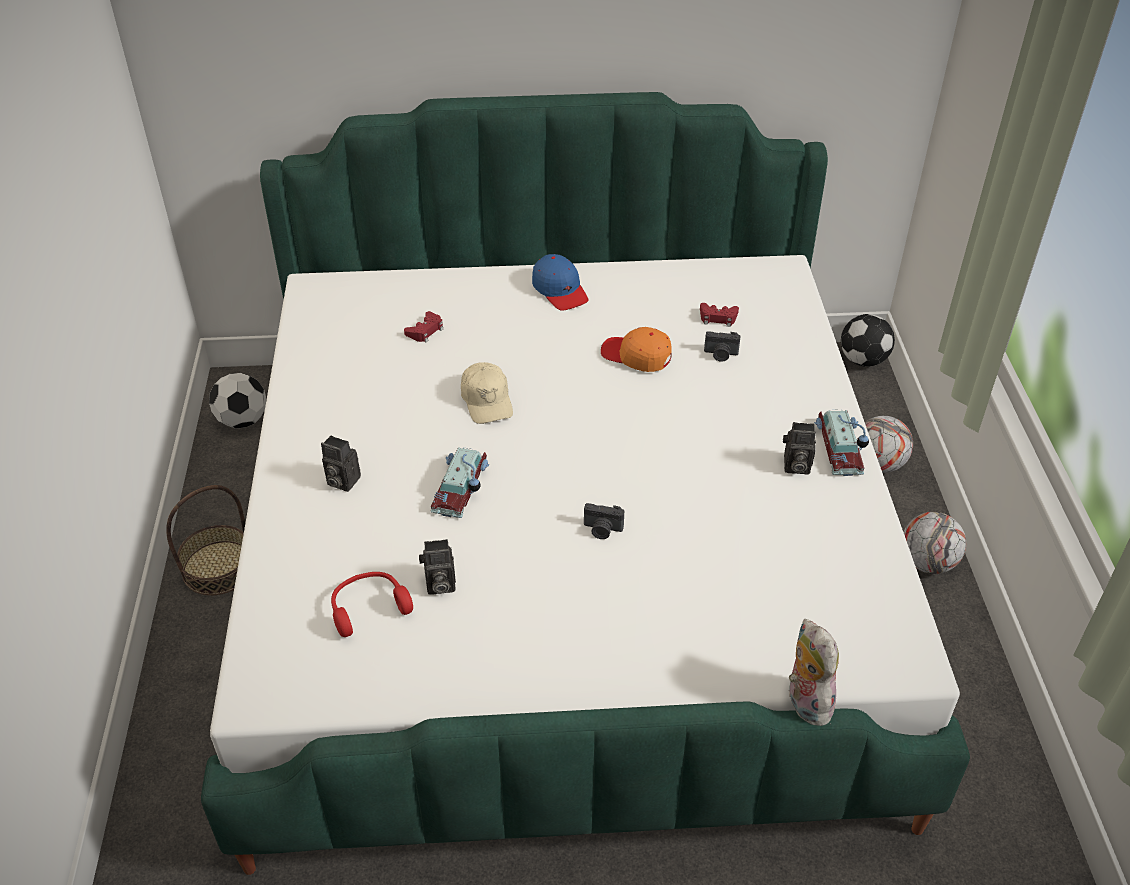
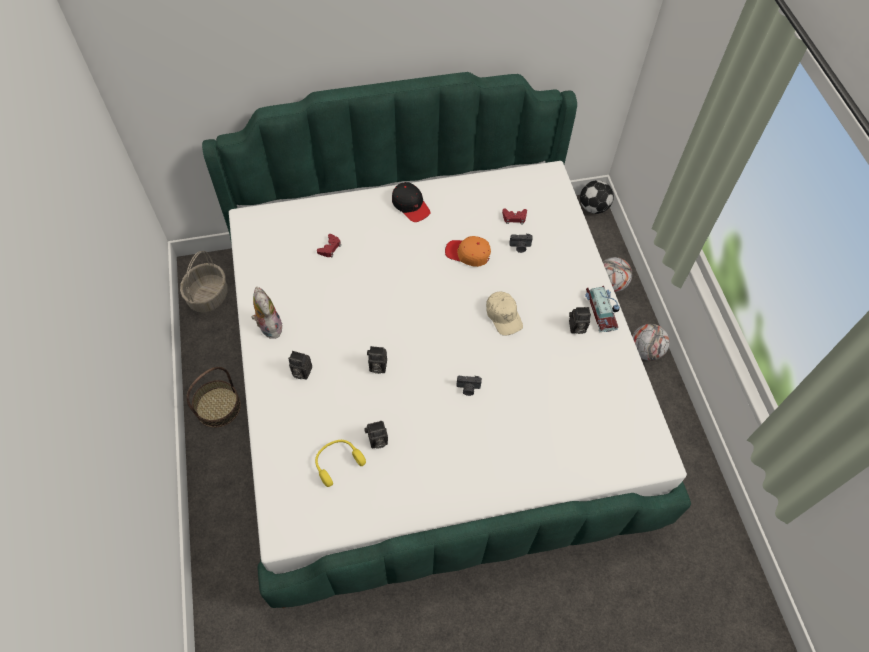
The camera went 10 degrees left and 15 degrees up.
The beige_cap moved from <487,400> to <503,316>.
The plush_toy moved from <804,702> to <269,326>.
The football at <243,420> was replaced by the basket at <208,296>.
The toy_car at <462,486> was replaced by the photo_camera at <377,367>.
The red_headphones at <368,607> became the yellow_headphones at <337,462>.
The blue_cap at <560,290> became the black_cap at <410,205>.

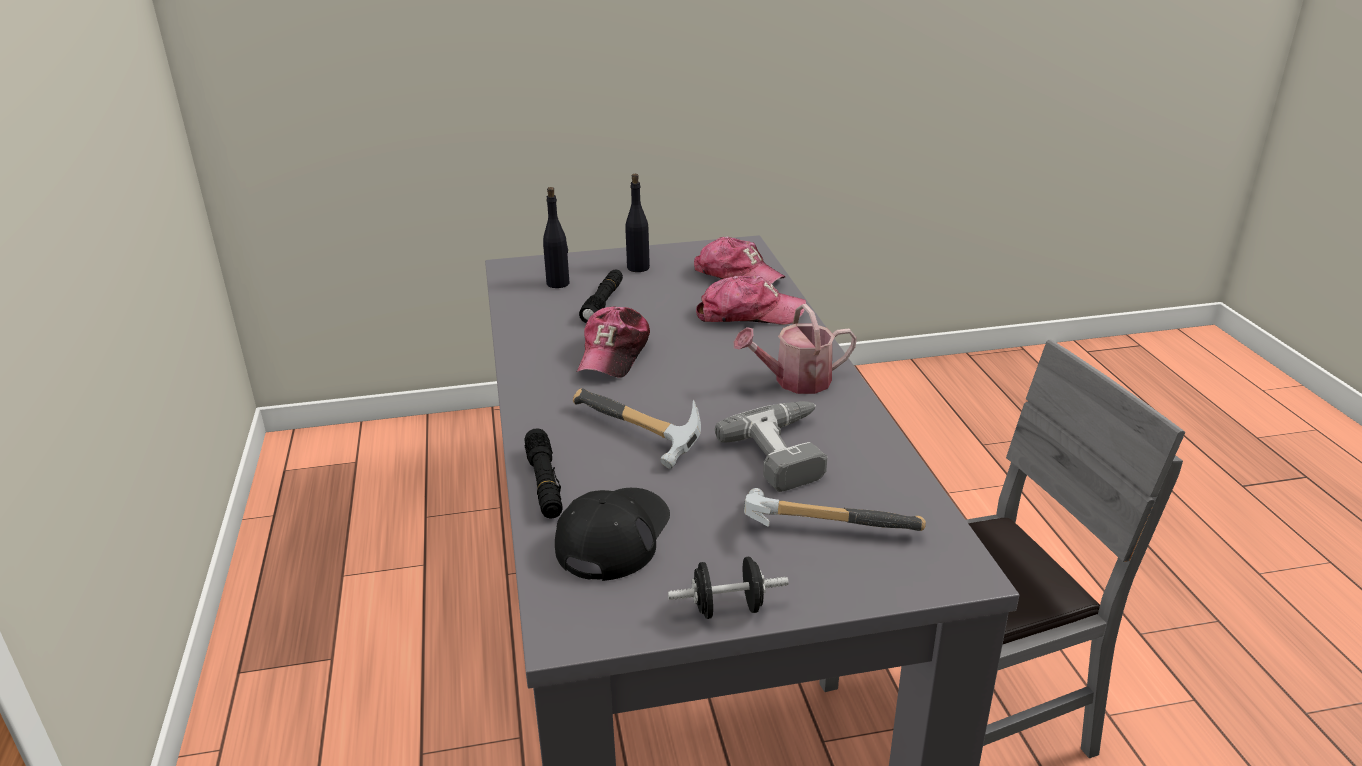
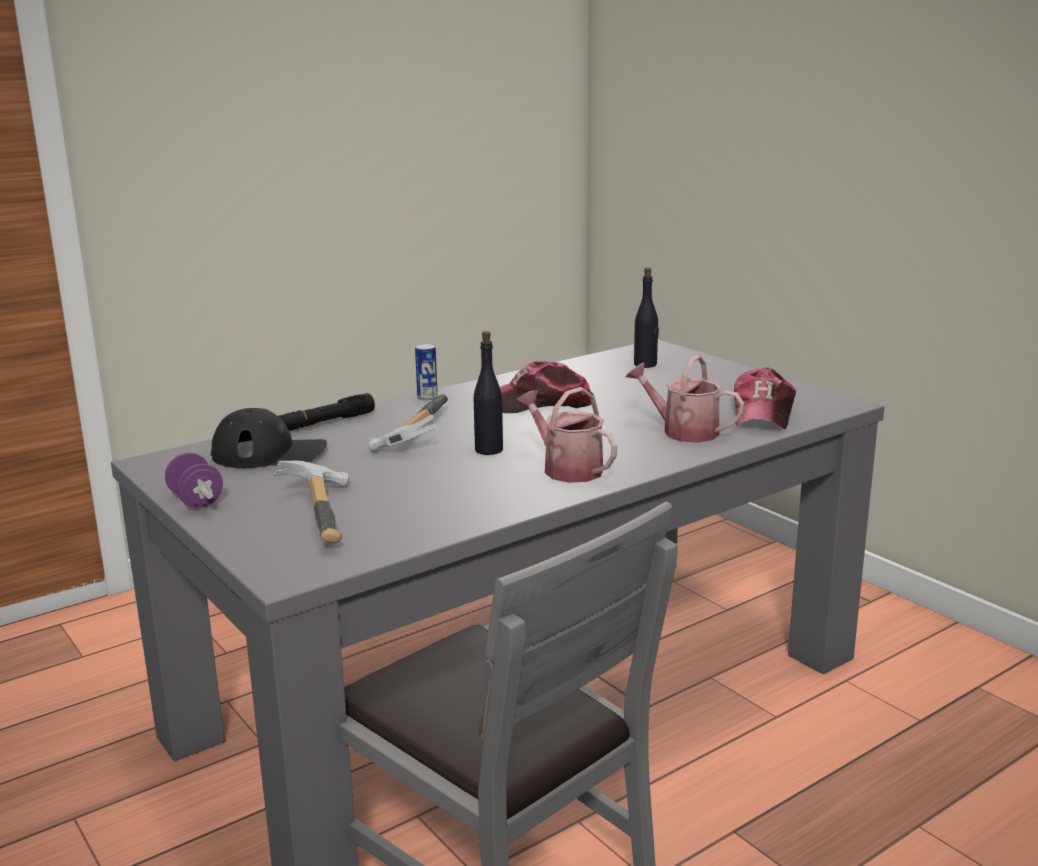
The camera went 65 degrees right and 10 degrees down.
The black_flashlight at <603,303> disappeared.
The power_drill at <788,452> disappeared.
The can at <427,397> appeared.
The black_bottle moved from <638,268> to <489,450>.
The cap at <749,314> was replaced by the watering_can at <683,431>.
The black_dumbbell at <728,608> became the purple_dumbbell at <196,500>.

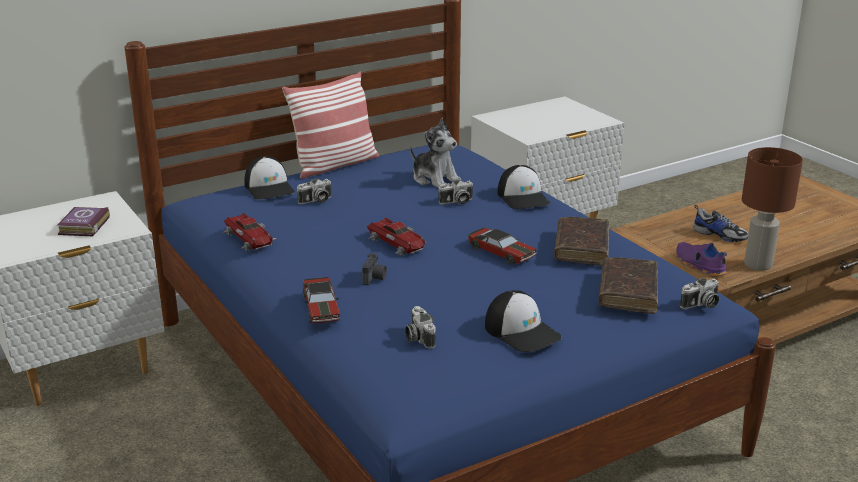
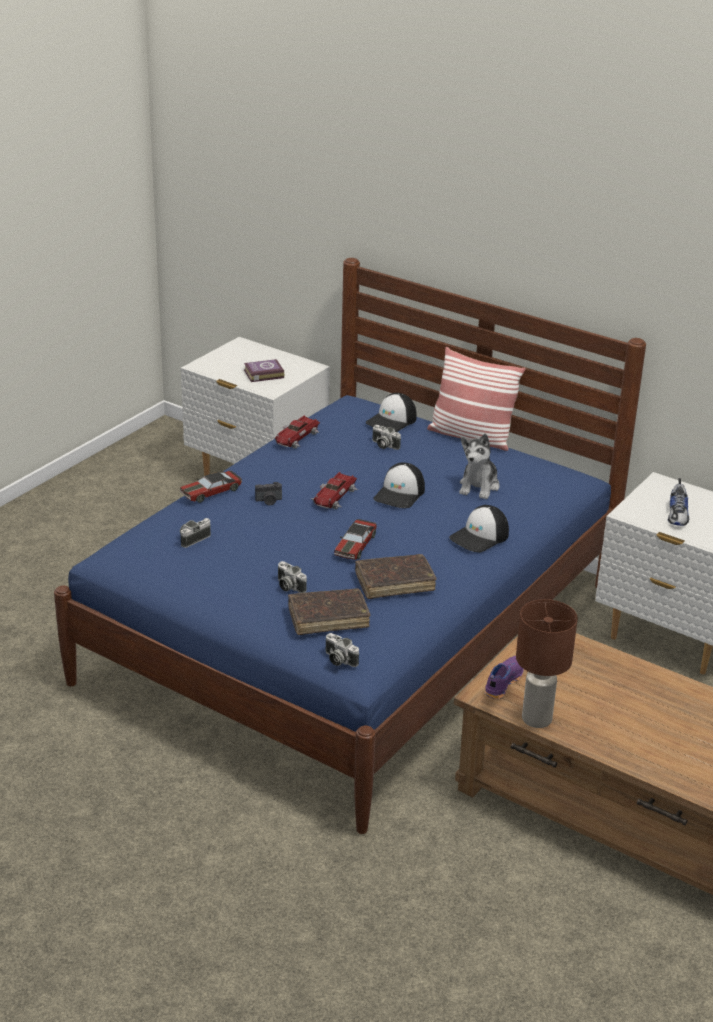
The camera went 65 degrees right and 5 degrees up.
The photo_camera moved from <456,202> to <288,586>.
The cap moved from <522,331> to <400,494>.
The shoe moved from <720,235> to <678,515>.

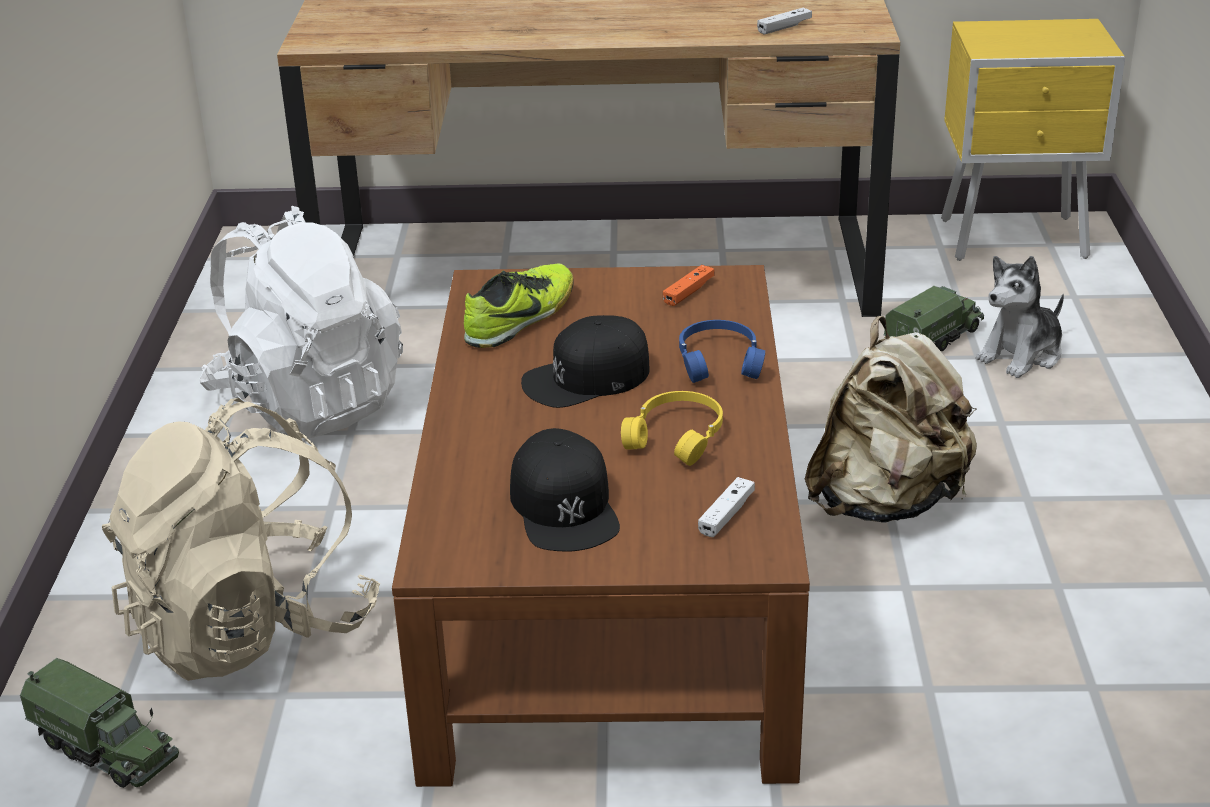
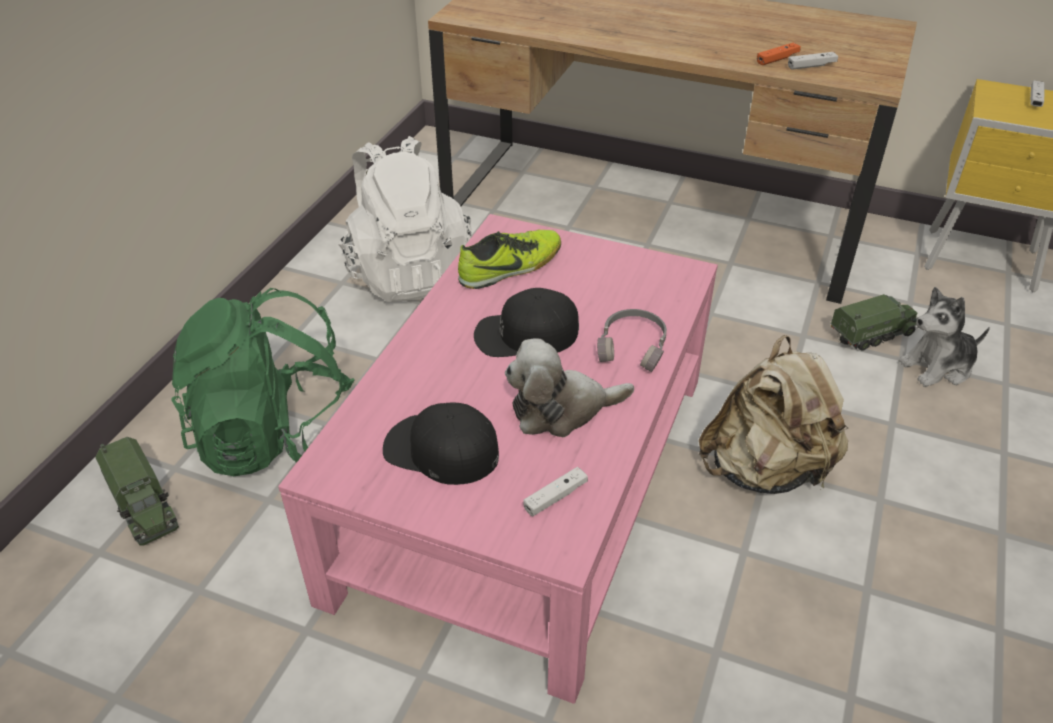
The camera went 20 degrees right and 10 degrees up.
The white_game_controller at <1035,99> appeared.
The orange_game_controller moved from <688,292> to <777,59>.
The yellow_headphones at <678,437> was replaced by the plush_toy at <561,409>.
The beige_backpack at <251,627> became the green_backpack at <278,439>.
The brown_coffee_table at <611,589> became the pink_coffee_table at <526,484>.
The blue_headphones at <720,361> became the grey_headphones at <633,346>.
The black_cap at <565,506> turned 105 degrees clockwise.

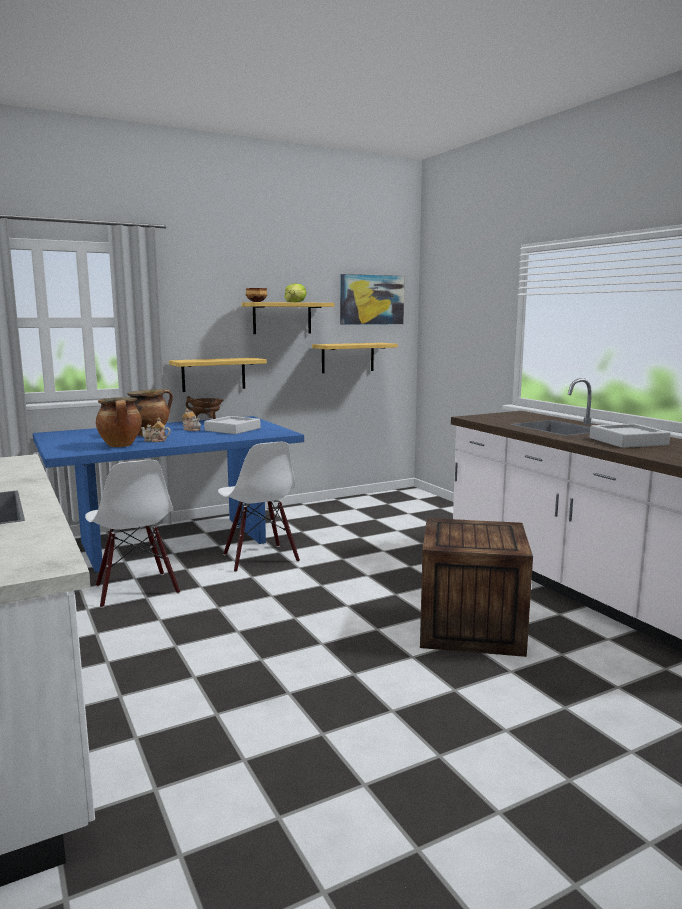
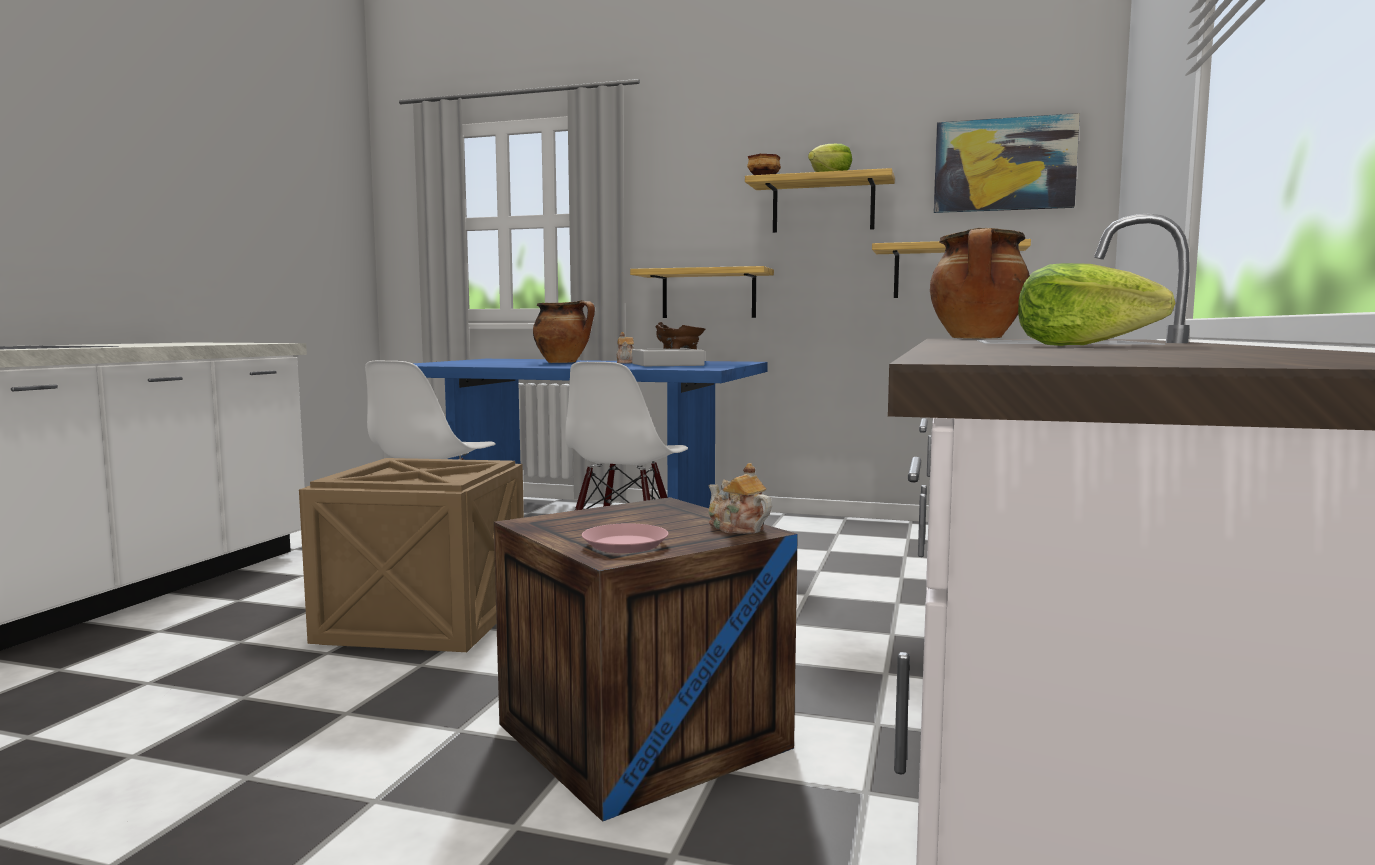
The camera went 45 degrees right and 5 degrees down.
The crate at <427,620> appeared.
The pink_plate at <625,545> appeared.
The cooking_pot moved from <121,445> to <977,338>.
The teapot moved from <155,440> to <736,528>.
The grey_tray at <628,441> was replaced by the lettuce at <1082,345>.

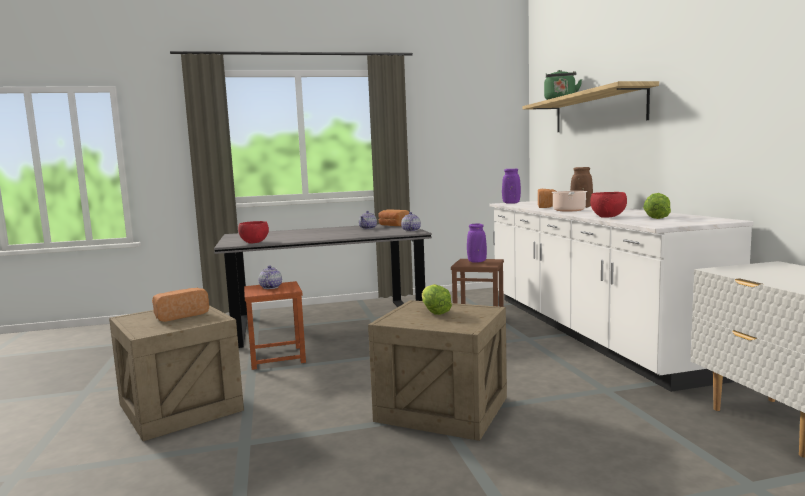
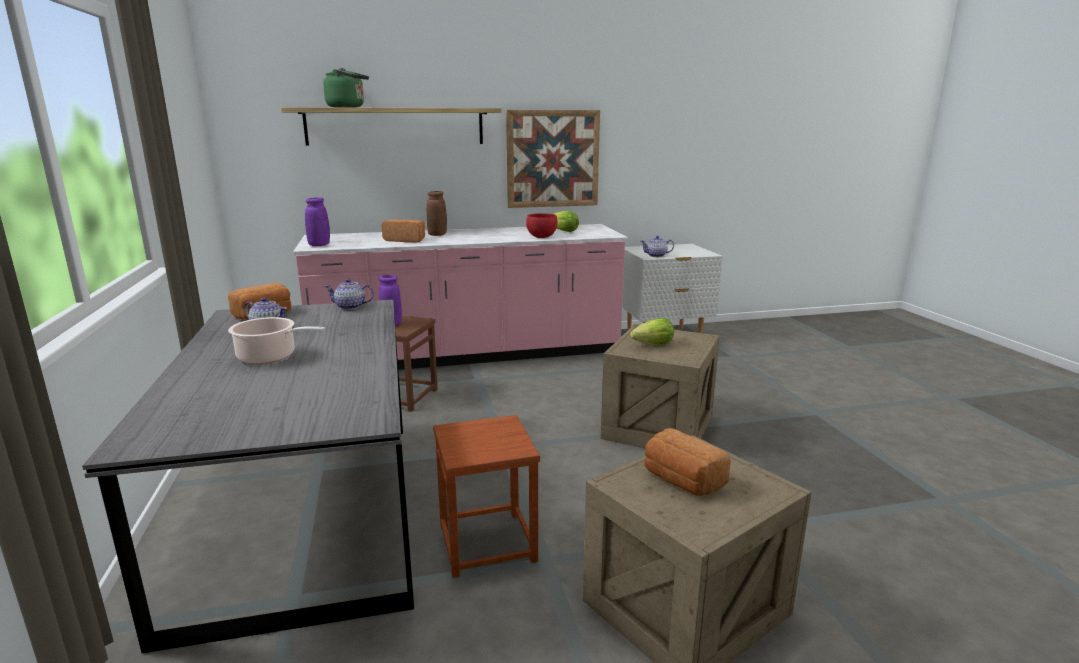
The camera went 90 degrees left and 10 degrees up.
The red_bowl at <254,242> disappeared.
The picture at <553,159> appeared.
The teapot moved from <270,287> to <656,256>.
The cooking_pot moved from <569,210> to <270,357>.
The white_counter at <586,331> became the pink_counter at <469,355>.

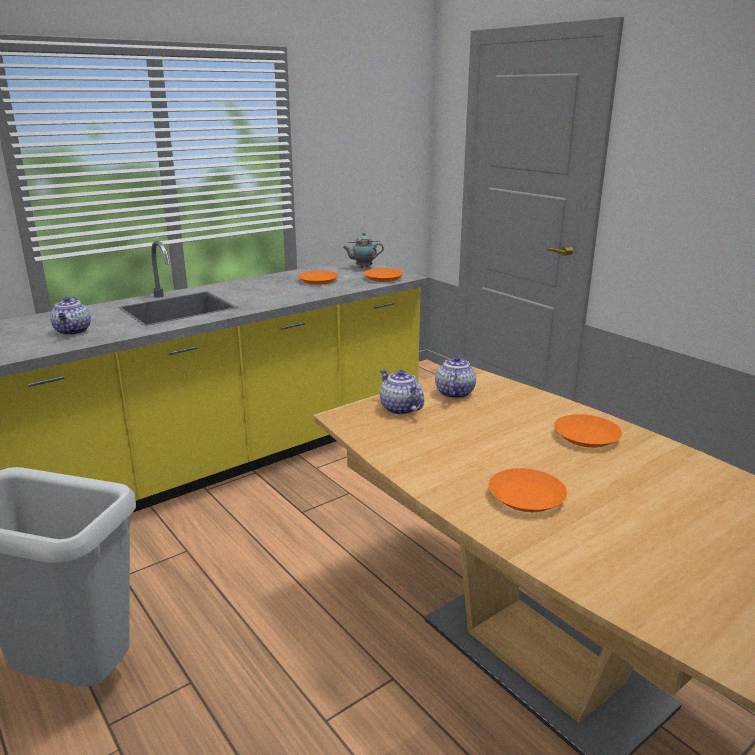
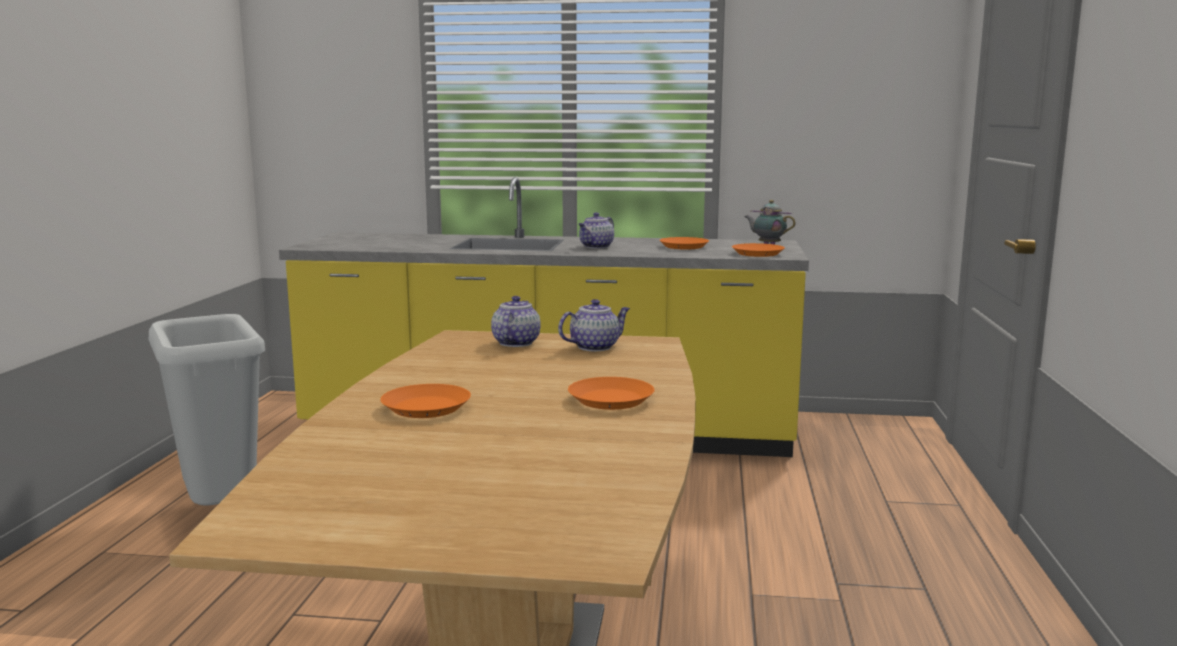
The camera went 45 degrees right and 10 degrees down.
The teapot moved from <73,331> to <596,247>.

